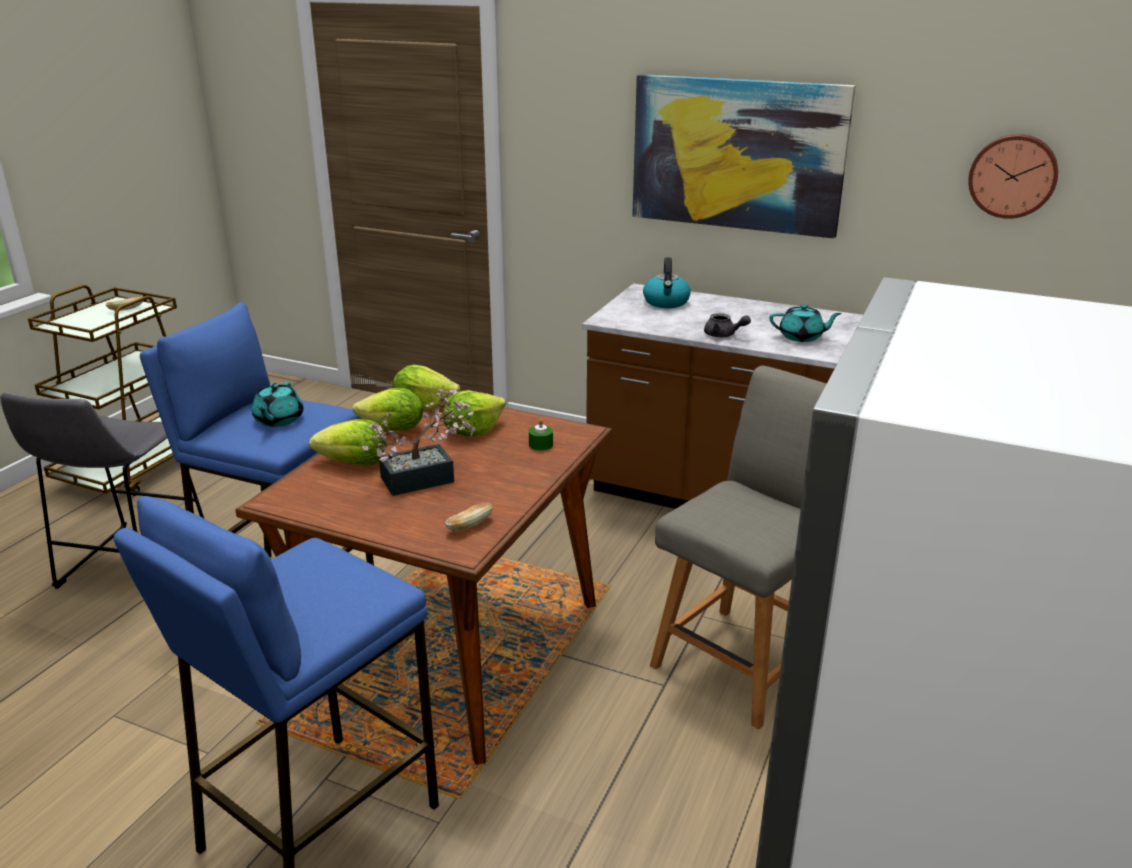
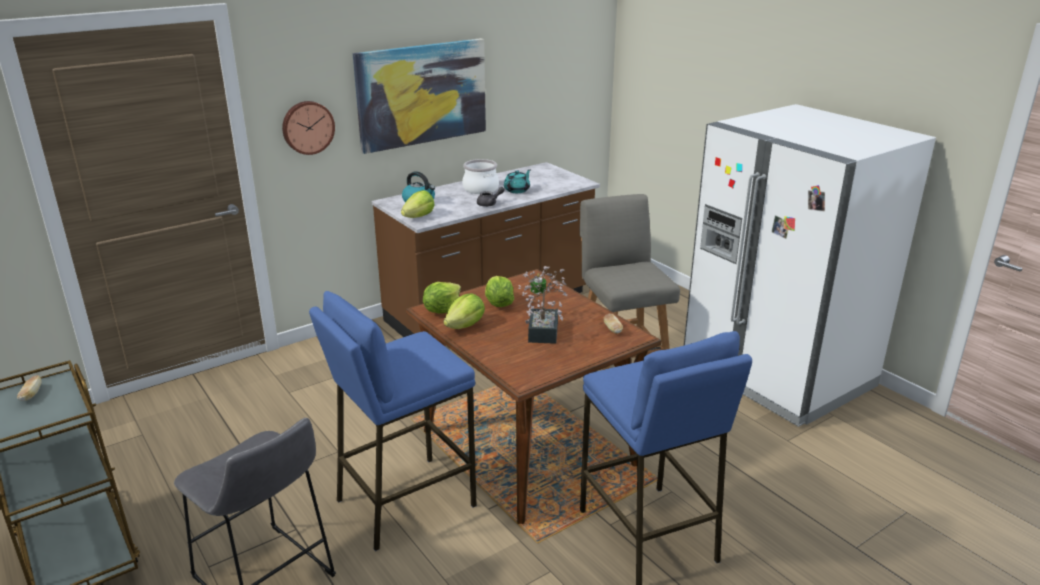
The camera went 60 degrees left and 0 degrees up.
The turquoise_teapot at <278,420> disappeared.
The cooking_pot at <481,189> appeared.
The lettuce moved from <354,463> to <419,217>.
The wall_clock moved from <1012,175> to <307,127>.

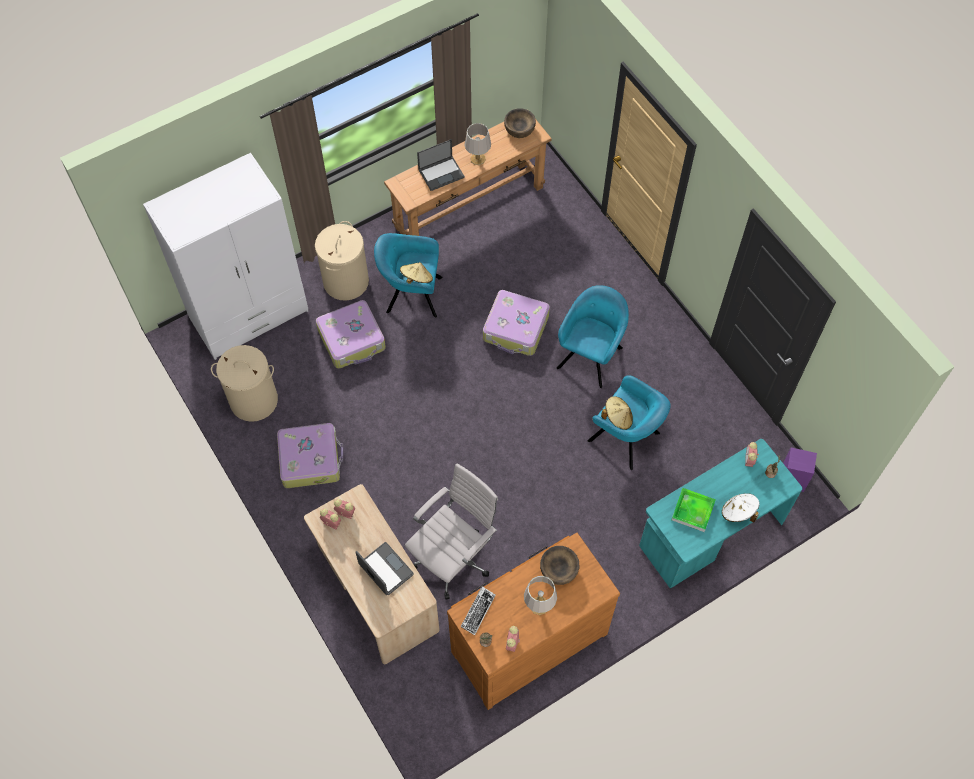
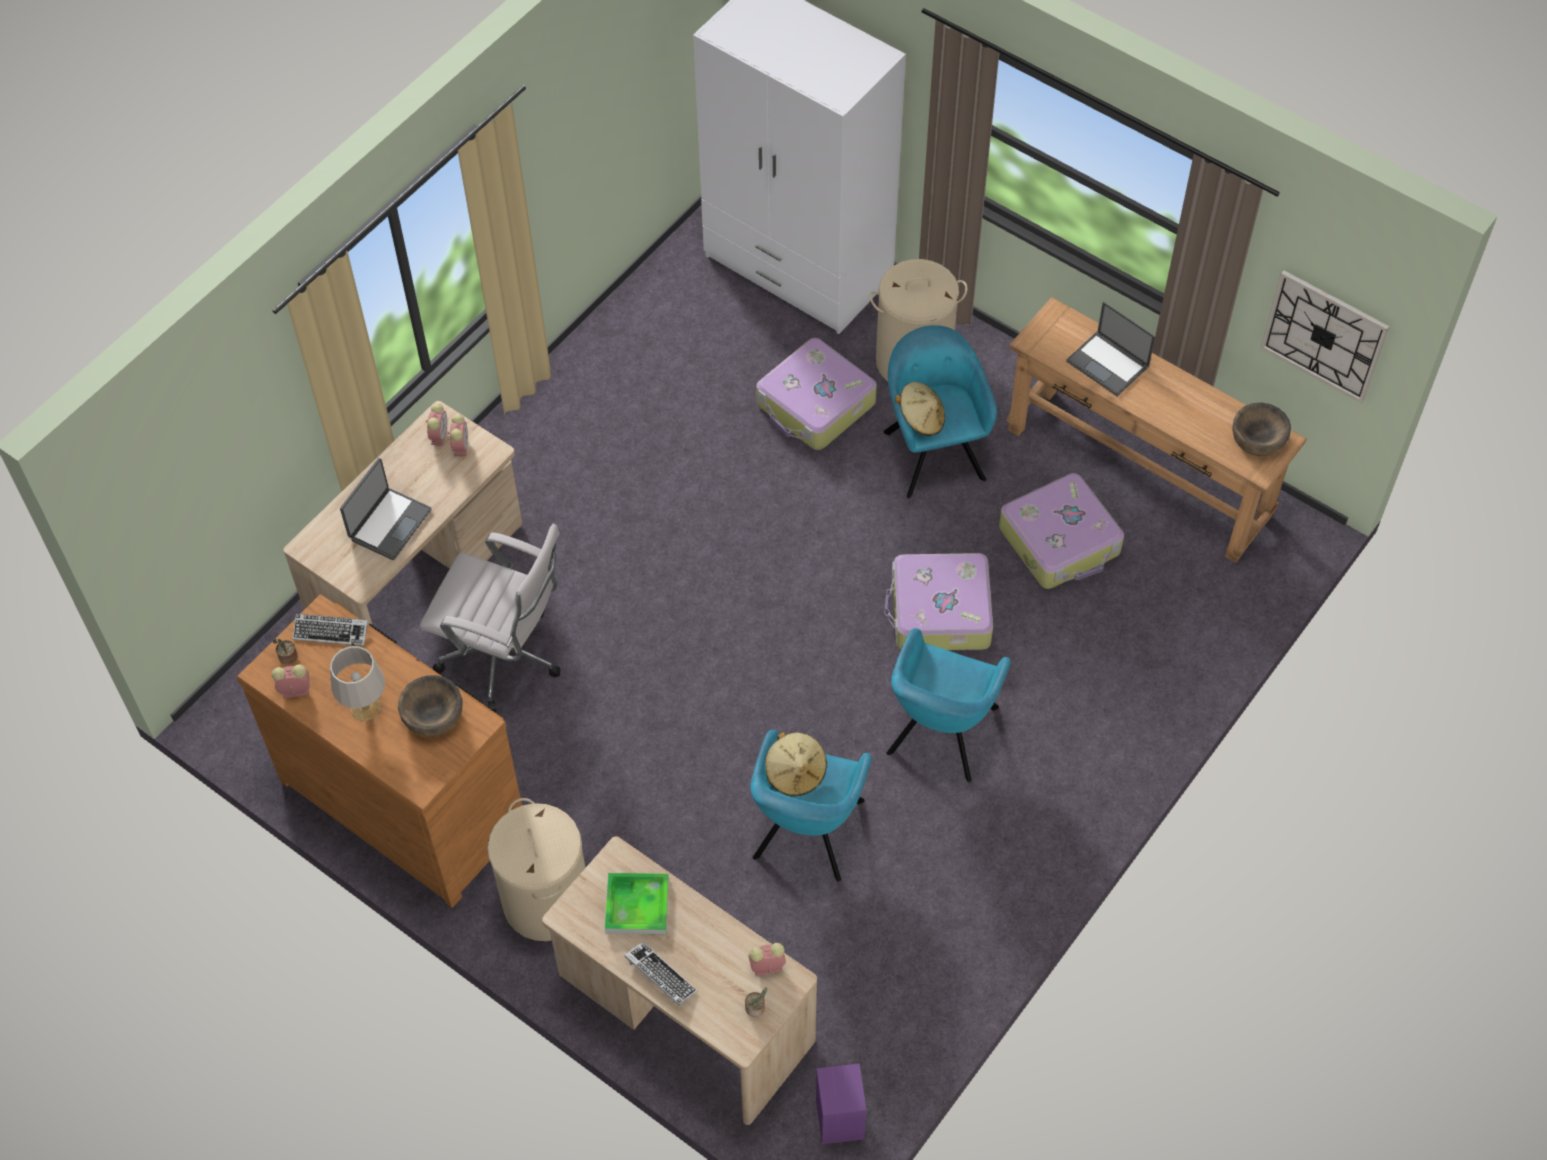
The camera went 70 degrees right and 5 degrees down.
The grey_table_lamp at <477,158> disappeared.
The wall_clock at <1324,335> appeared.
The beige_laundry_basket moved from <253,400> to <546,901>.
The suitcase moved from <310,459> to <1060,541>.
The white_hat at <738,512> was replaced by the keyboard at <660,976>.
The turquoise_desk at <710,533> became the beige_desk at <684,1012>.
The turquoise_armchair at <591,355> turned 105 degrees clockwise.

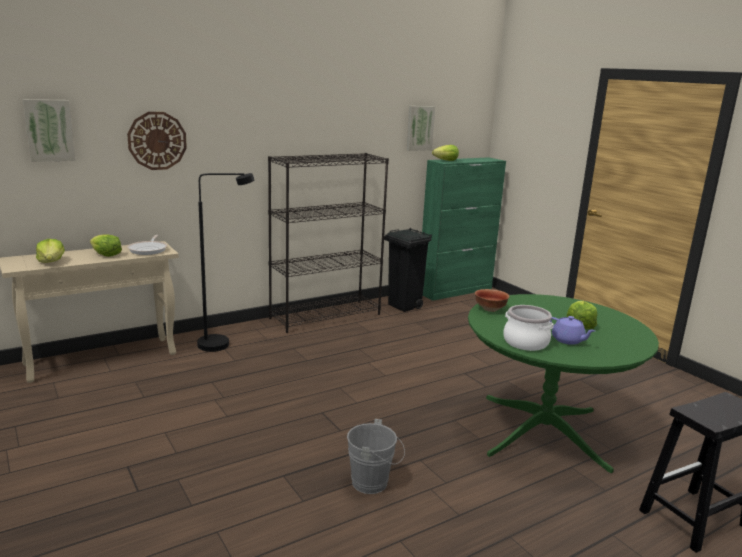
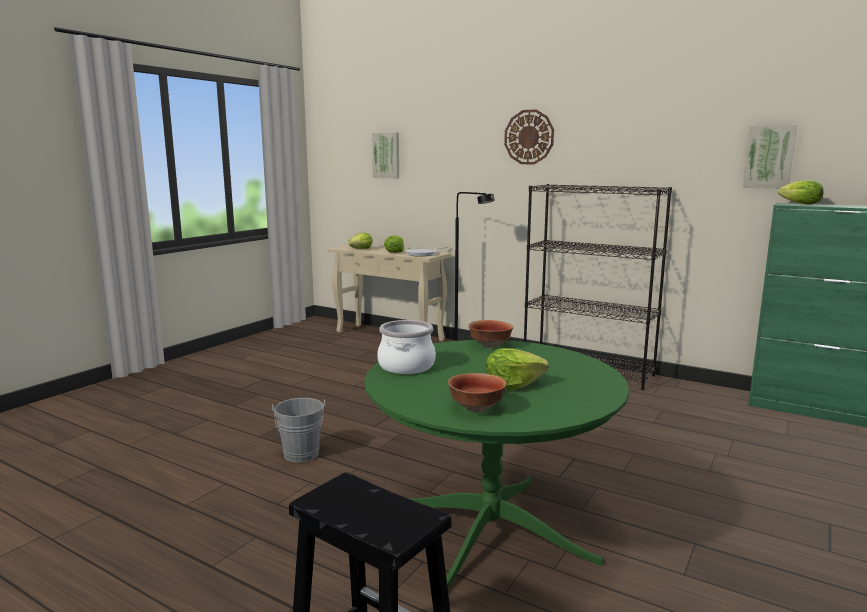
The camera went 65 degrees right and 5 degrees down.
The black_trash_can at <404,306> disappeared.
The purple_teapot at <568,340> disappeared.
The bowl at <475,408> appeared.
The wall_clock moved from <157,141> to <529,137>.

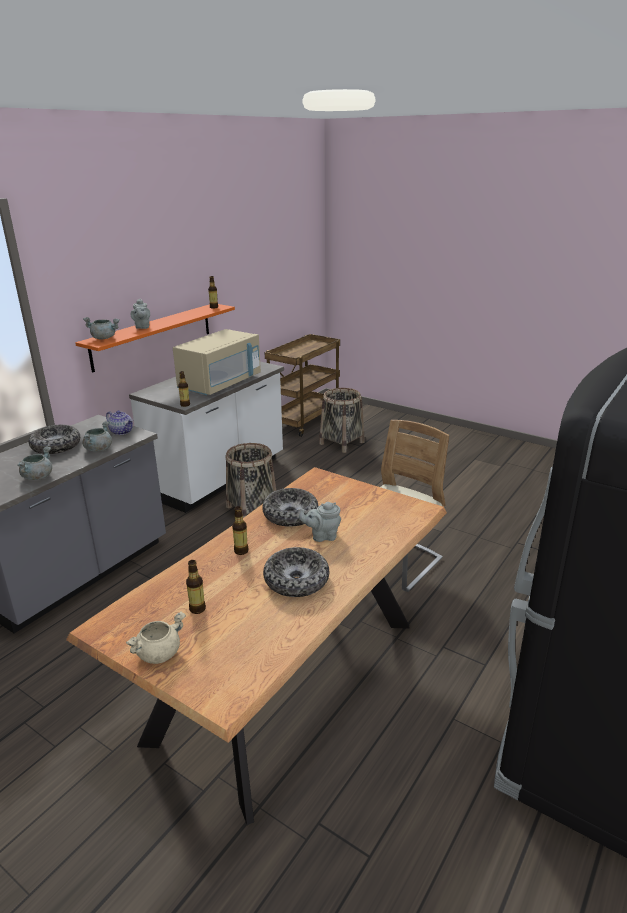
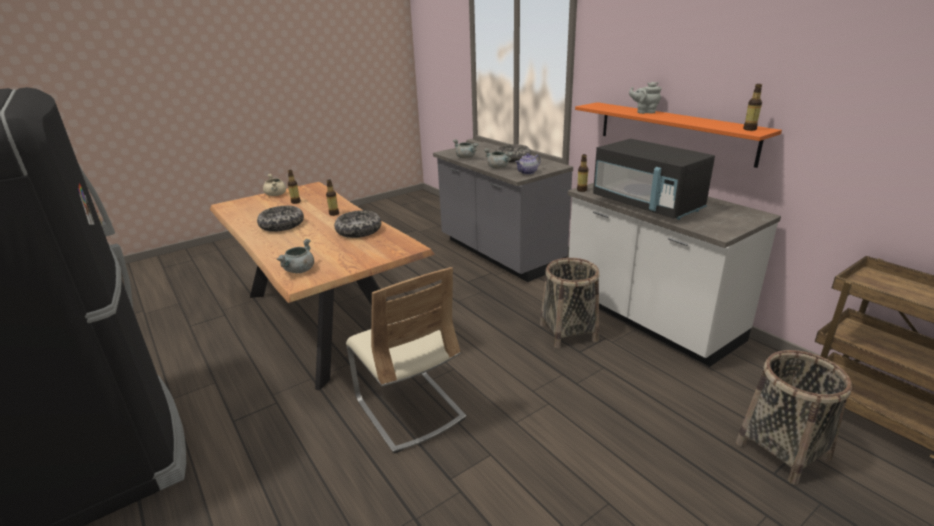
The camera went 110 degrees right and 0 degrees up.
The grey_teapot at <322,536> disappeared.
The grey_cooking_pot moved from <104,338> to <299,270>.
The beige_microwave at <220,384> became the black_microwave at <647,205>.

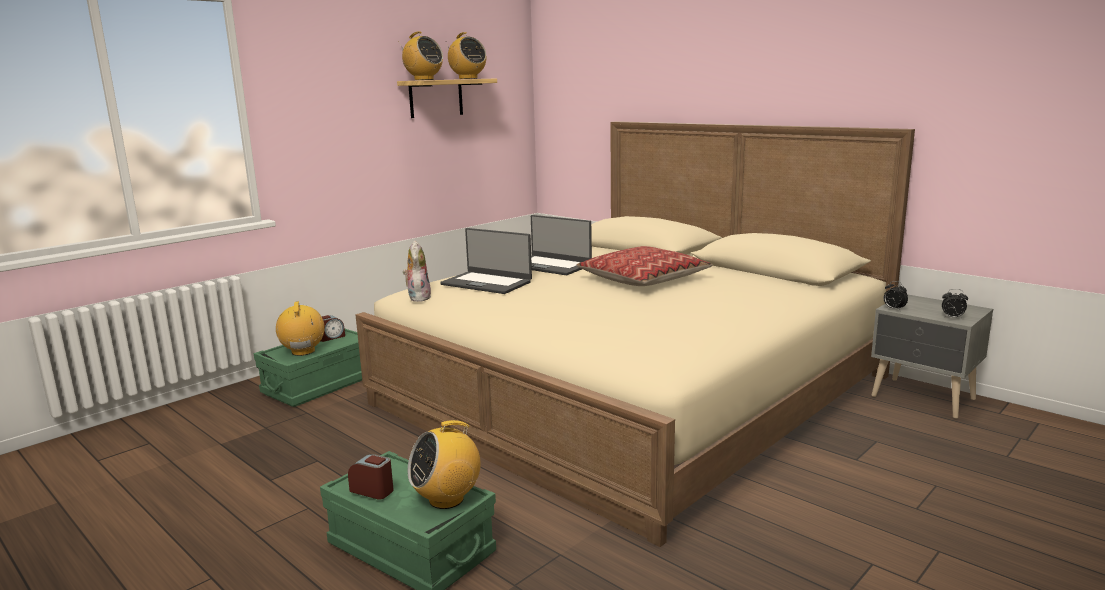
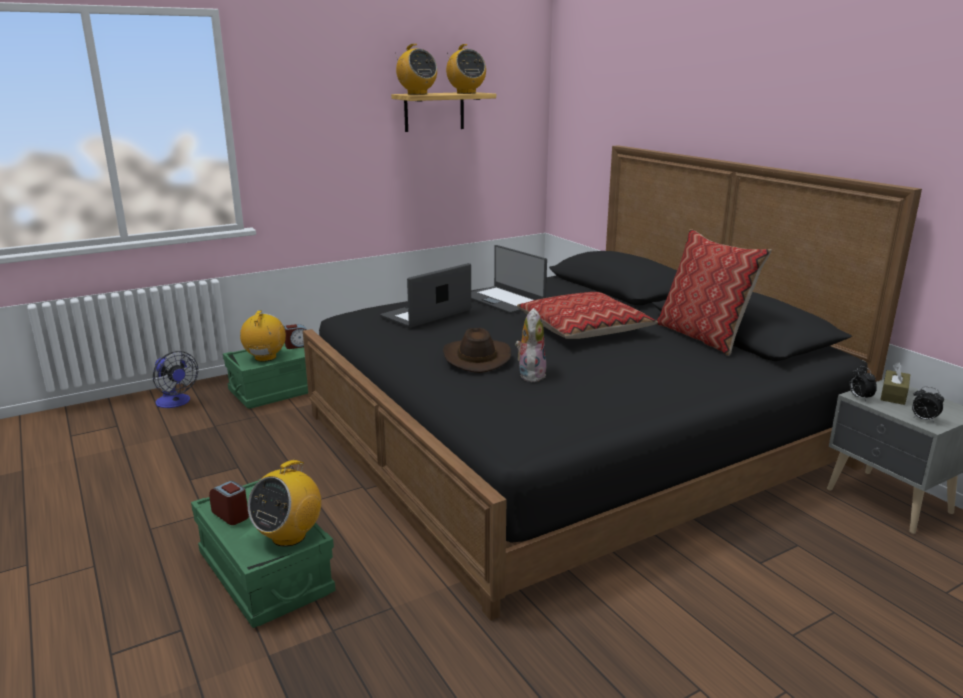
The camera went 15 degrees right and 5 degrees up.
The fan at <175,403> appeared.
The brown_hat at <476,358> appeared.
The pillow at <703,337> appeared.
The brown_tissue_box at <893,395> appeared.
The plush_toy moved from <418,297> to <530,374>.
The beige_bed at <632,389> became the black_bed at <568,438>.
The radio at <447,499> turned 45 degrees counterclockwise.
The laptop at <487,283> turned 90 degrees clockwise.

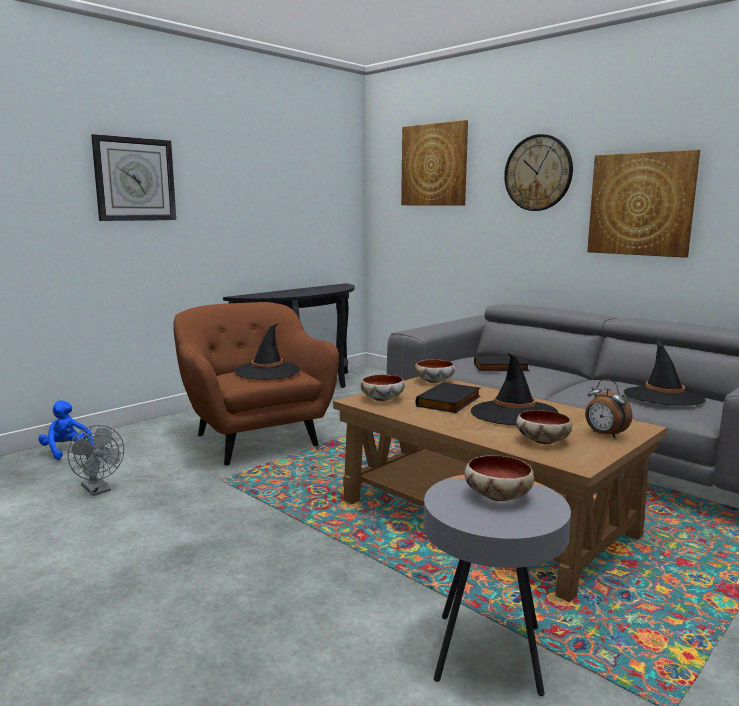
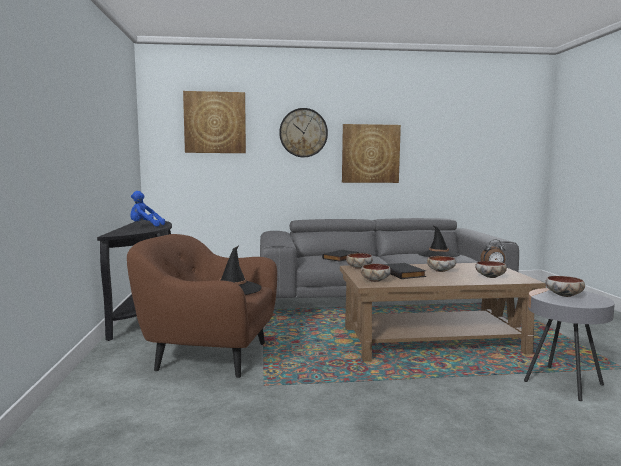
The camera went 50 degrees left and 5 degrees down.
The grey_fan at <98,490> disappeared.
The wall_clock at <135,179> disappeared.
The blue_plush_toy moved from <67,451> to <145,226>.
The black_hat at <513,413> was replaced by the bowl at <441,271>.

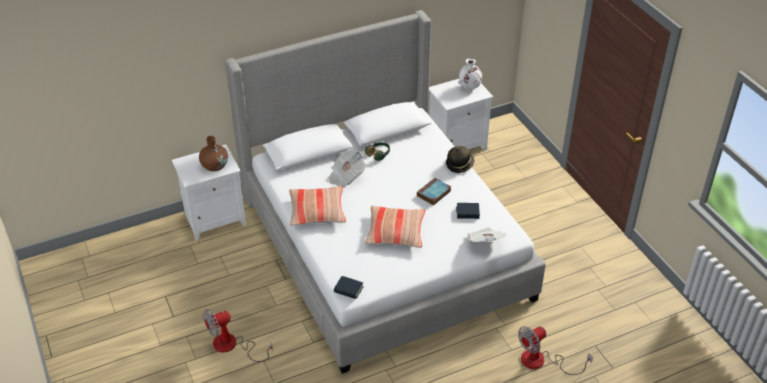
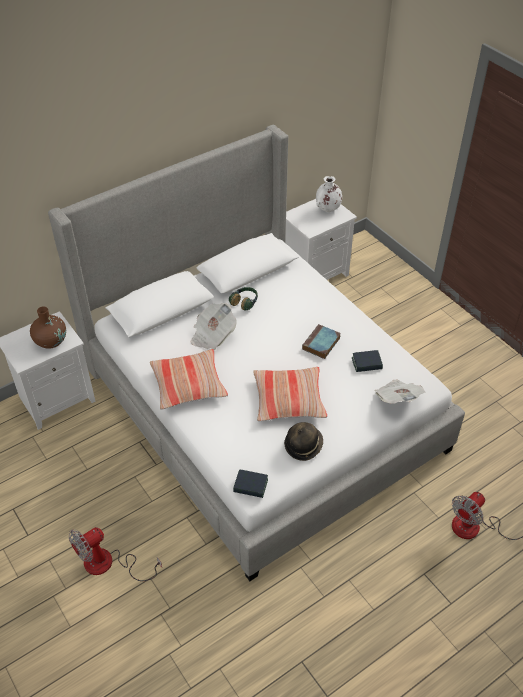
The camera went 10 degrees left and 5 degrees up.
The hat moved from <459,164> to <303,445>.

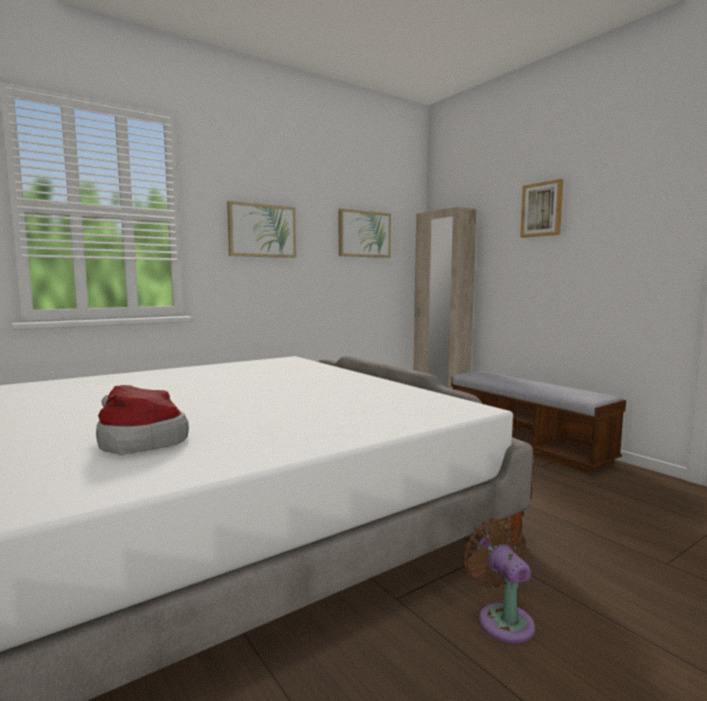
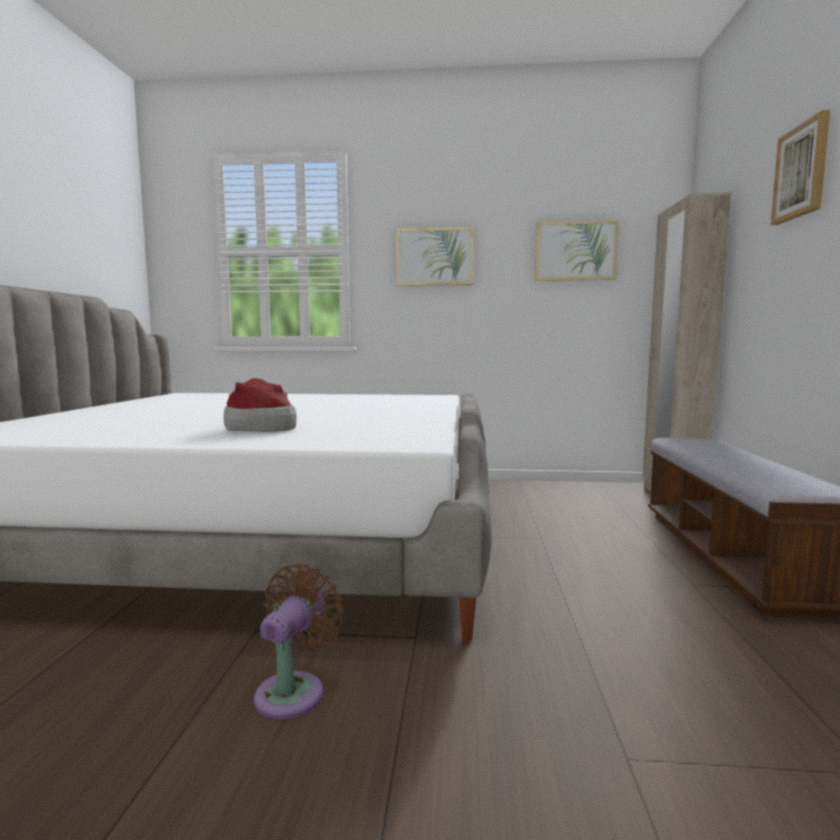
The camera went 40 degrees right and 0 degrees up.
The hat moved from <138,441> to <261,427>.

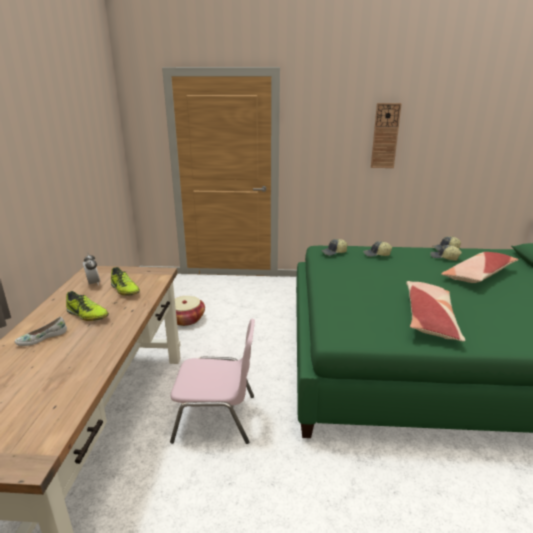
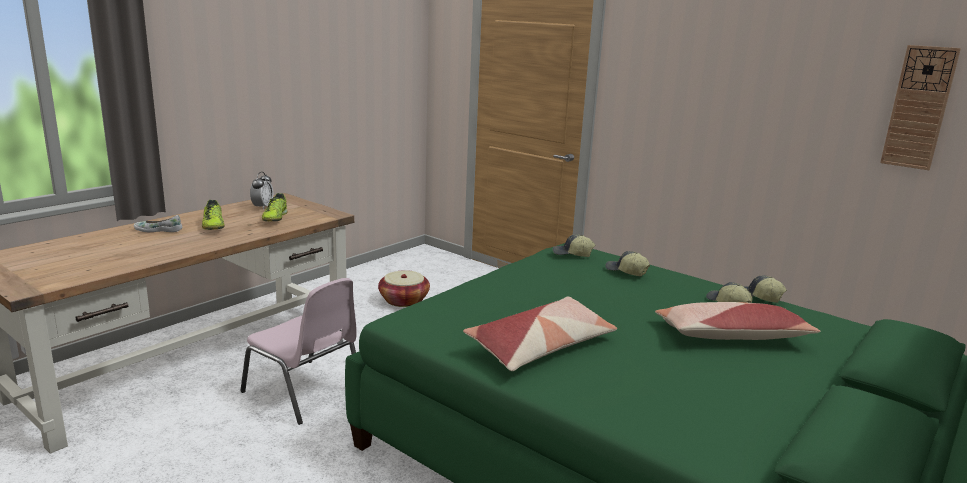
The camera went 35 degrees right and 5 degrees down.
The wall_clock moved from <385,136> to <919,108>.

